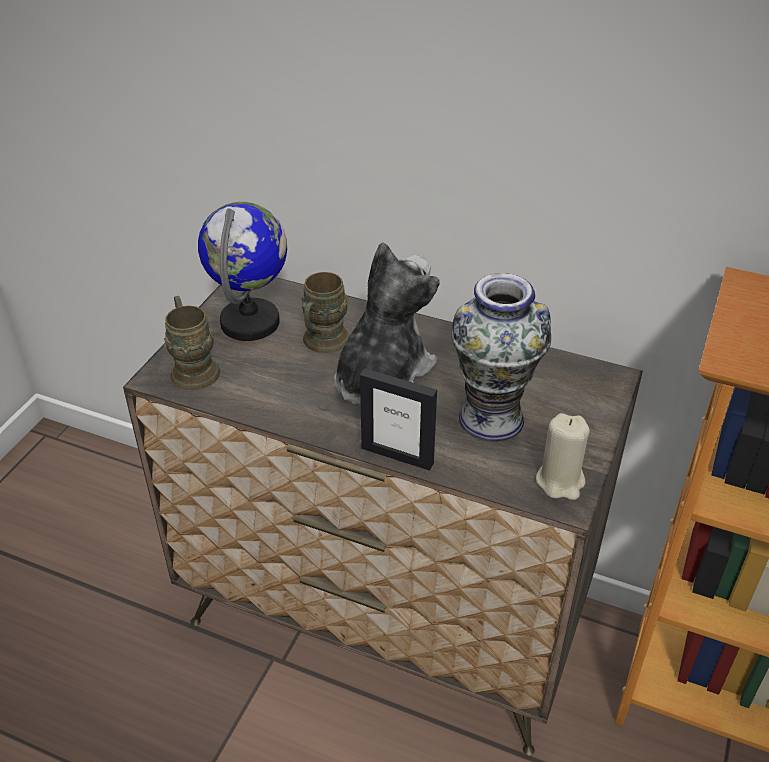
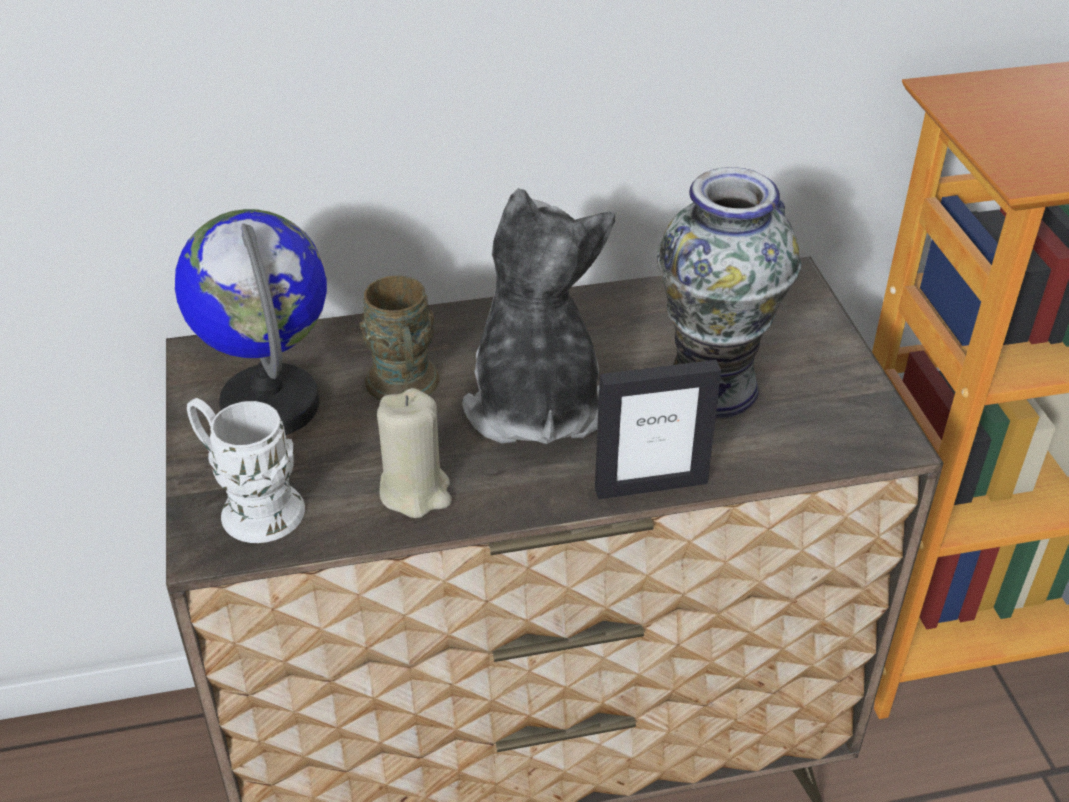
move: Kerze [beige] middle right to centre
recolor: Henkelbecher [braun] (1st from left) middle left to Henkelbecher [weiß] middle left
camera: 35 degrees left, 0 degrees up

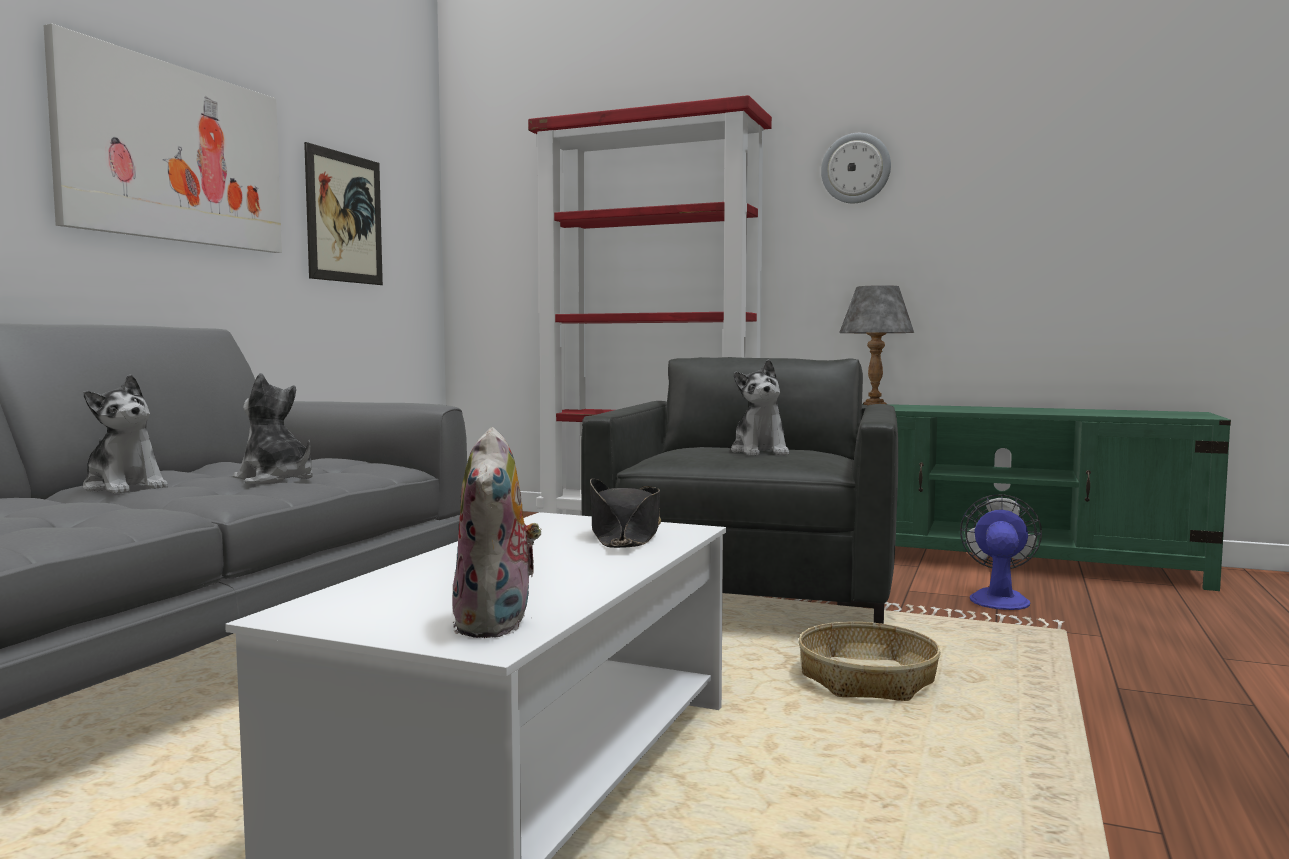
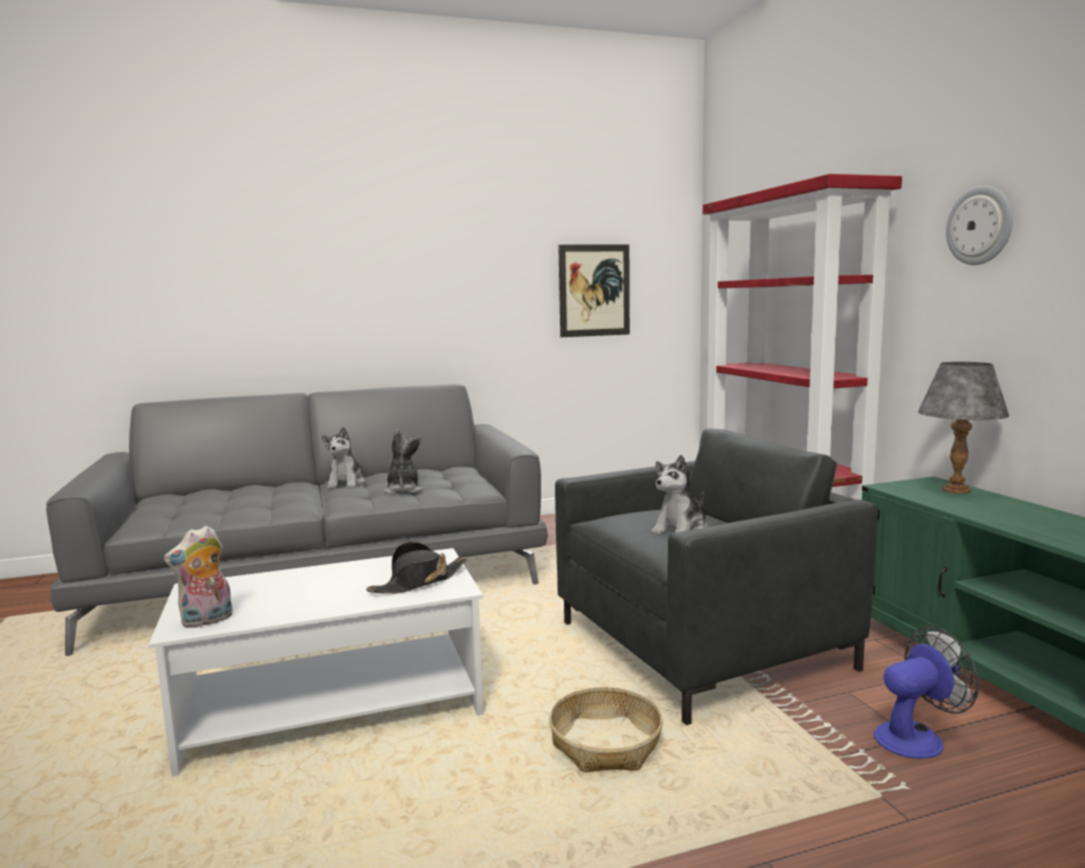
delete: Bild (1st from left) top left
camera: 50 degrees right, 5 degrees up

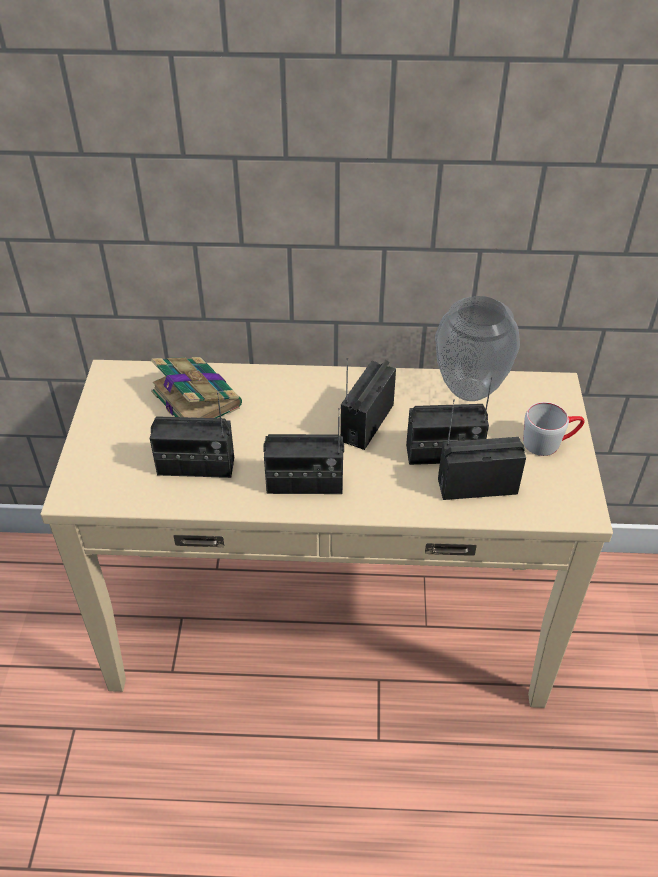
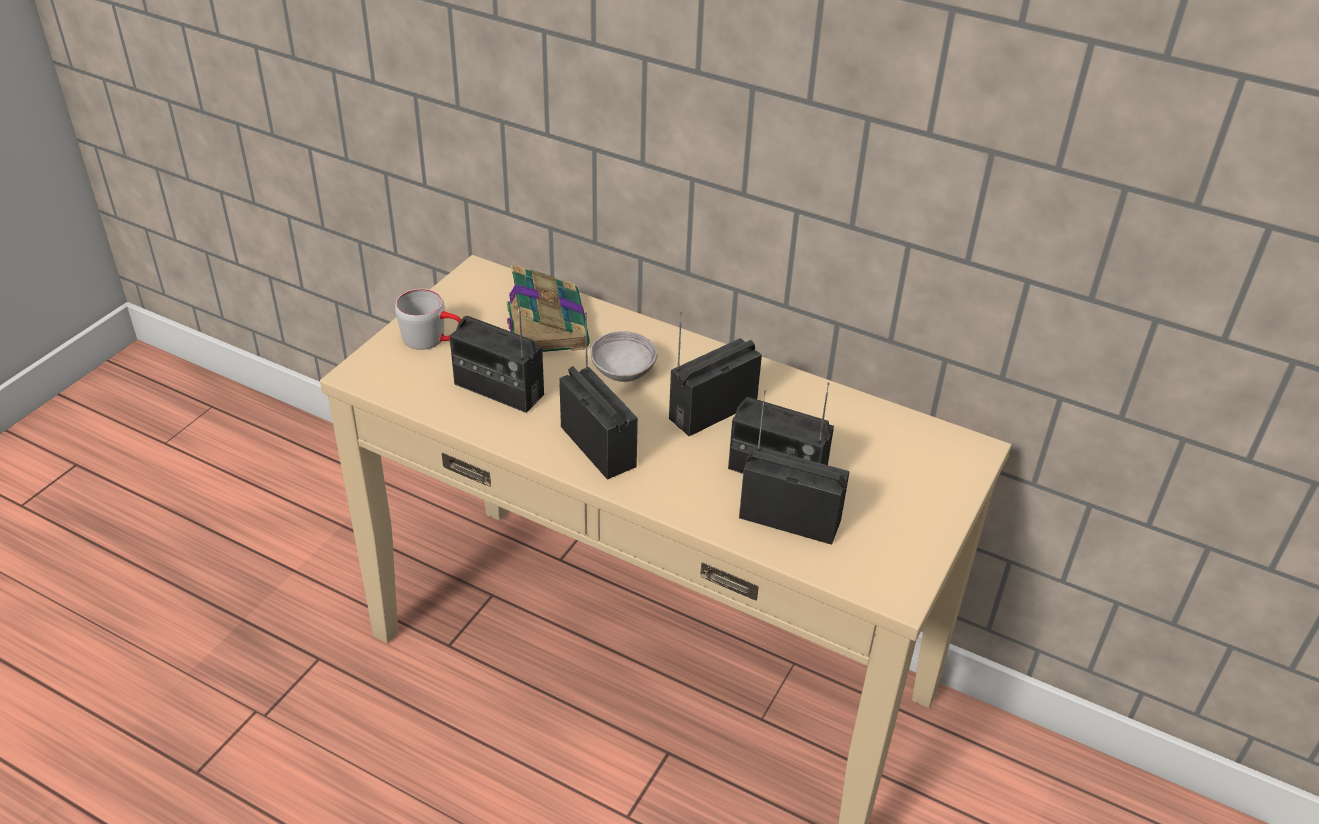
delete: Vase middle right
insert: Schüssel [grau] centre
move: Henkelbecher [grau] middle right to middle left
rotate: Radio (2nd from left) centre = centre 150 degrees counterclockwise
camera: 25 degrees right, 5 degrees down

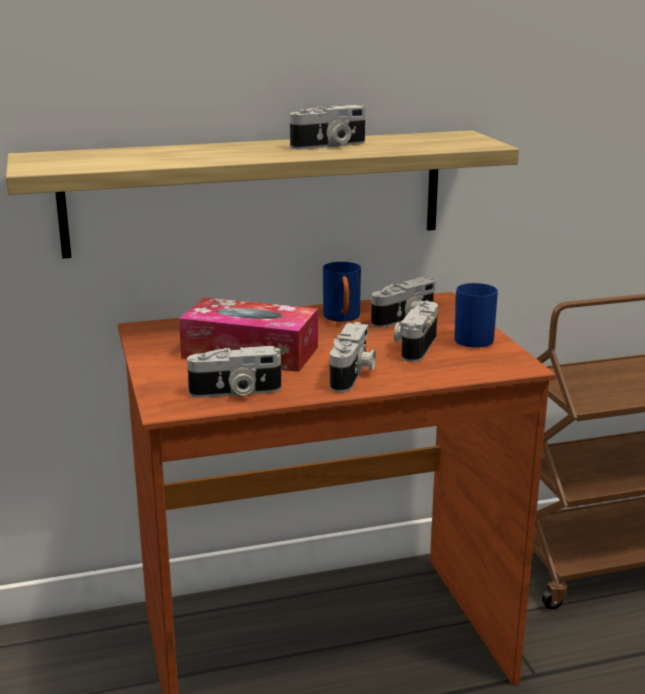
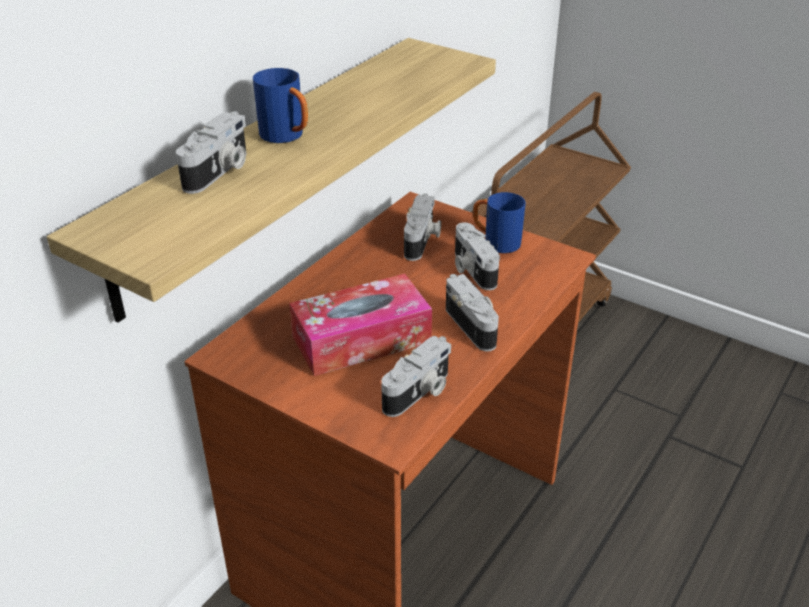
move: Kamera (2nd from left in the first image) top centre to Kamera (1st from left) top left; Henkelbecher [blau] (1st from left) centre to top centre
camera: 40 degrees left, 15 degrees up

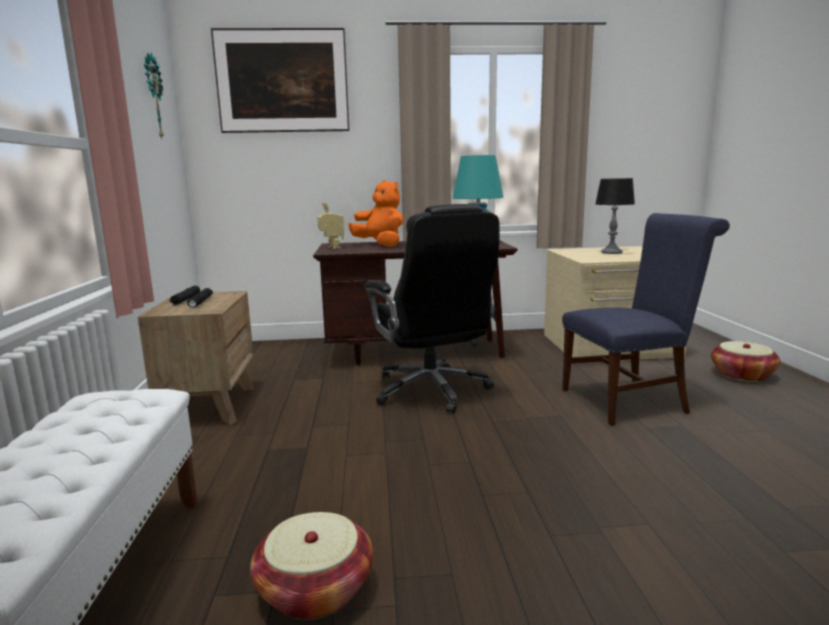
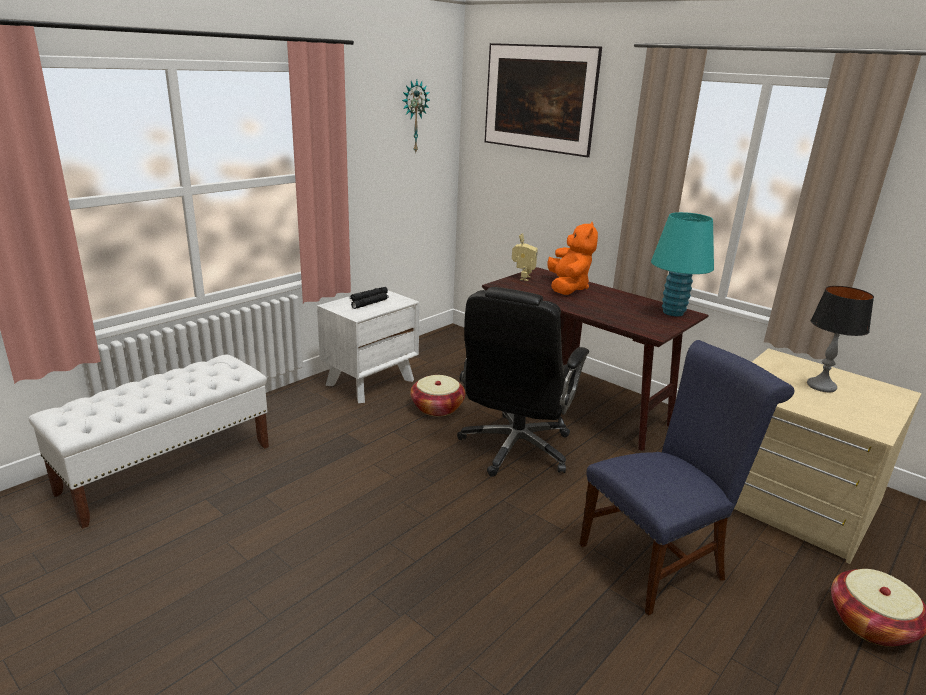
move: Korb (1st from left) bottom centre to centre
recolor: Nachttisch [braun] middle left to Nachttisch [weiß] centre
rotate: Stuhl [blau] middle right = bottom right 60 degrees counterclockwise
camera: 45 degrees right, 10 degrees up

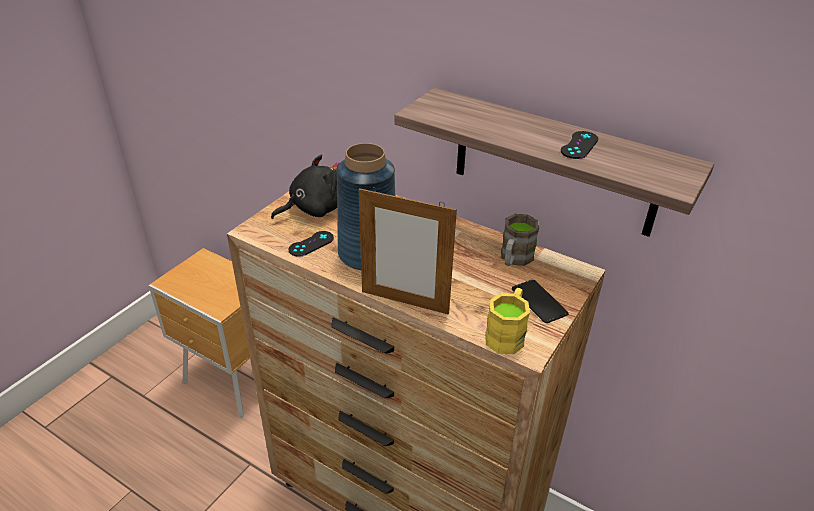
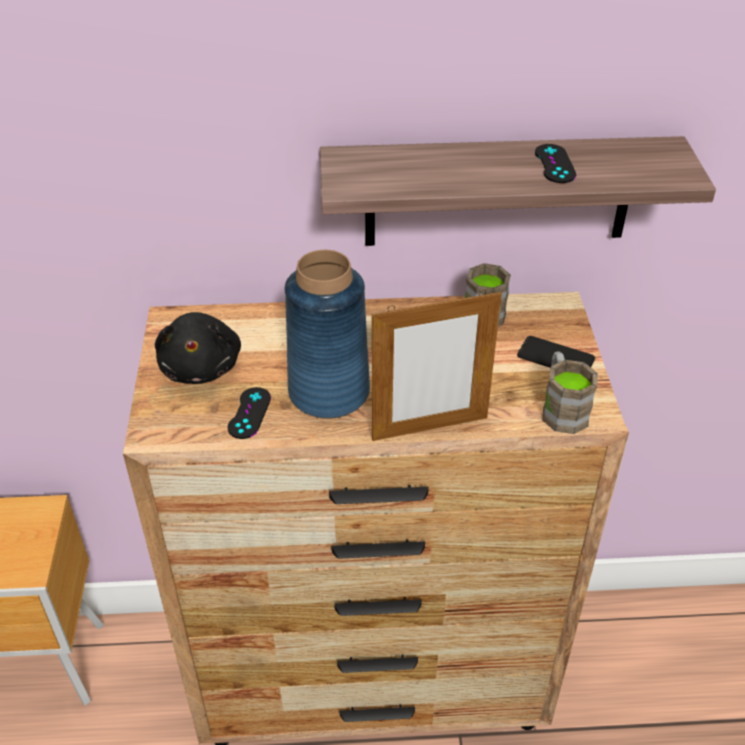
recolor: Henkelbecher [gelb] centre to Henkelbecher [braun] (2nd from left) middle right
rotate: Plüschtier [schwarz] centre = middle left 150 degrees clockwise
camera: 35 degrees left, 5 degrees up

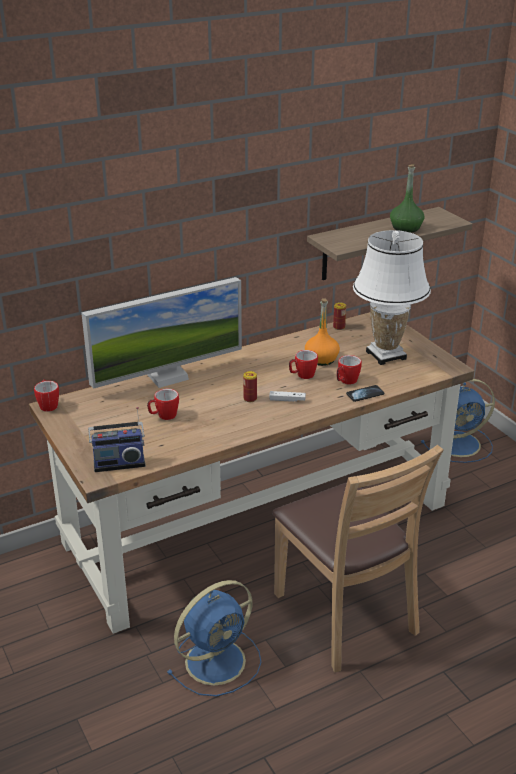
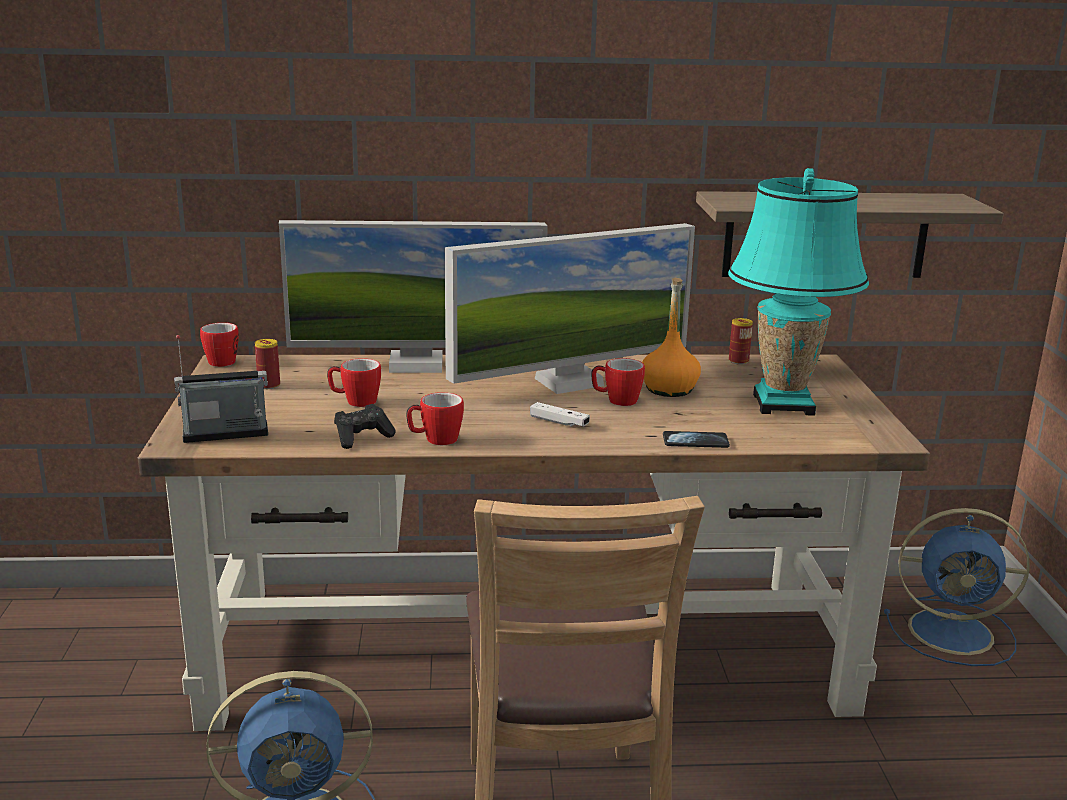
delete: Flasche [grün] top right
insert: Gamepad [schwarz] centre; Monitor (2nd from left) centre
move: Dose (1st from left) centre to middle left; Henkelbecher (4th from left in the first image) middle right to Henkelbecher (3rd from left) centre
recolor: Tischlampe [weiß] middle right to Tischlampe [türkis] middle right
rotate: Radio middle left = middle left 150 degrees clockwise
camera: 25 degrees right, 10 degrees down

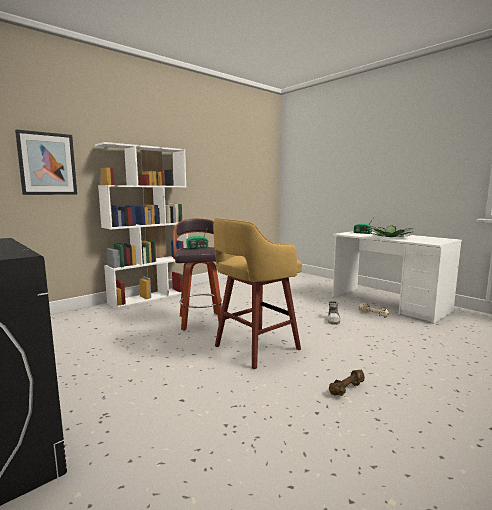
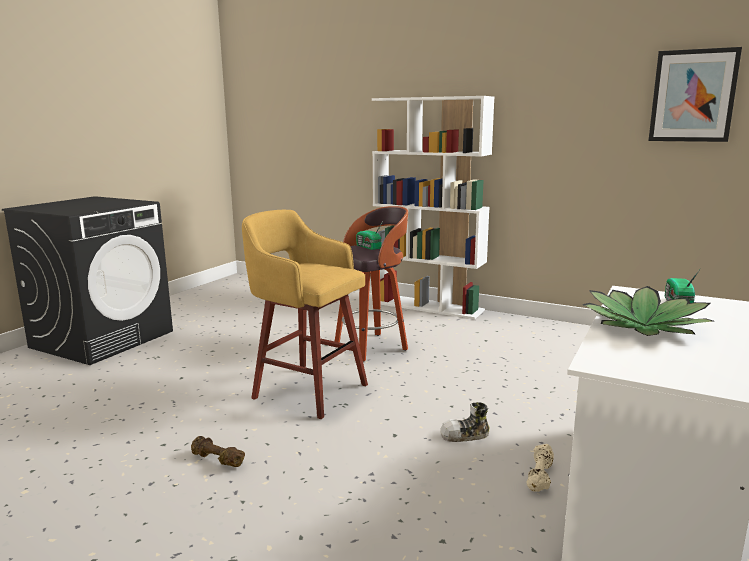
move: Bild top left to top right
camera: 70 degrees right, 5 degrees up

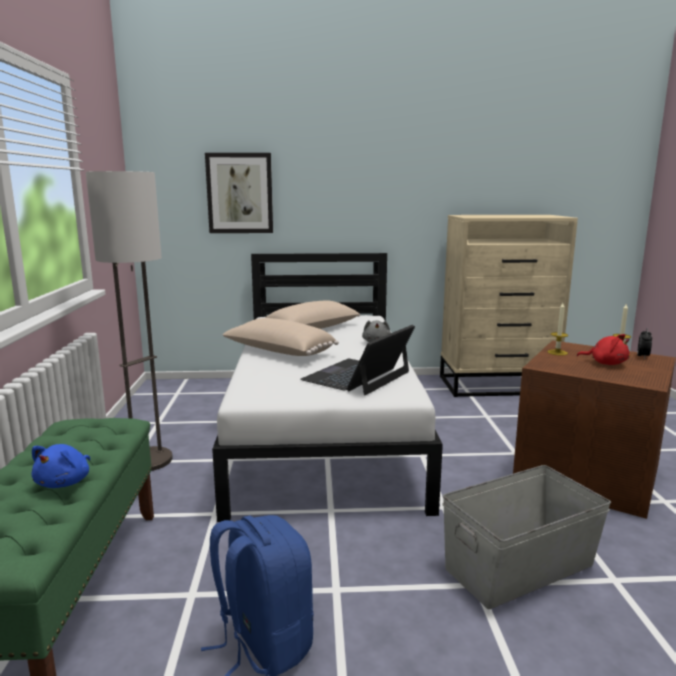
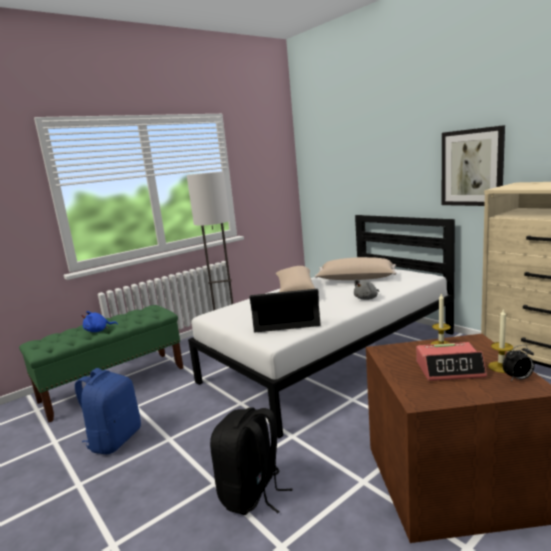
move: Bild top centre to top right
replace: Aufbewahrungsbox [grau] bottom right to Rucksack [schwarz] bottom centre; Plüschtier [rot] middle right to Wecker (1st from left) middle right
camera: 55 degrees right, 0 degrees up

